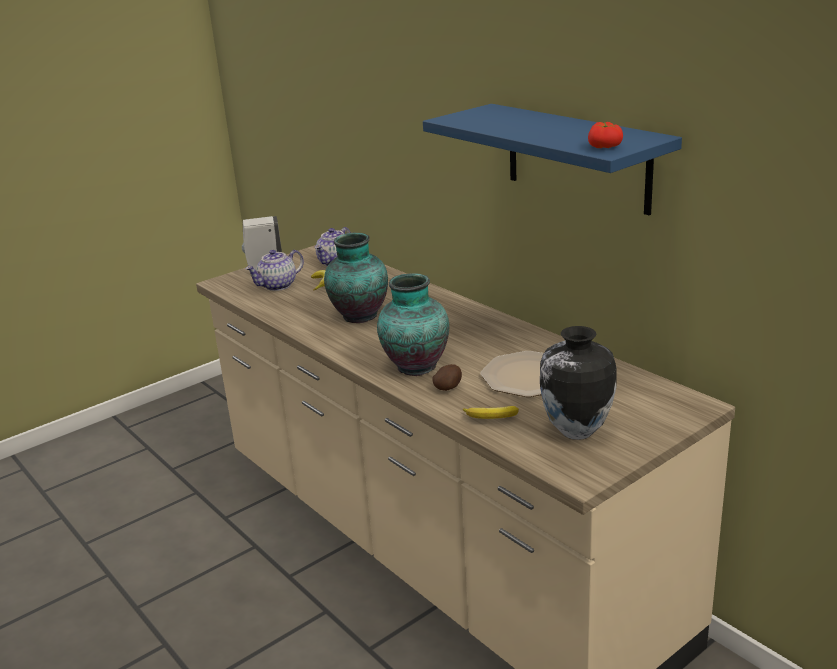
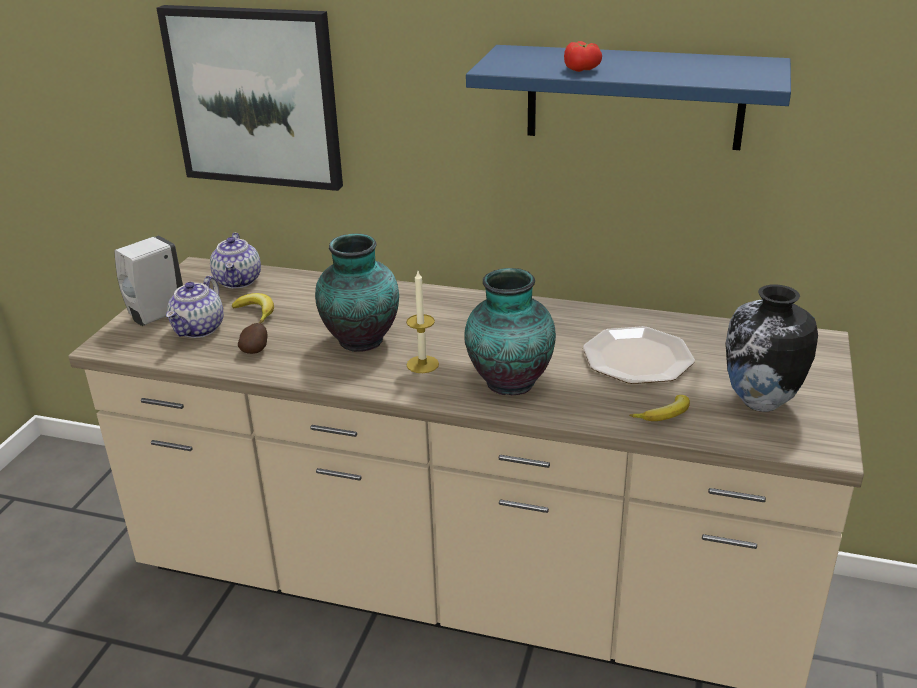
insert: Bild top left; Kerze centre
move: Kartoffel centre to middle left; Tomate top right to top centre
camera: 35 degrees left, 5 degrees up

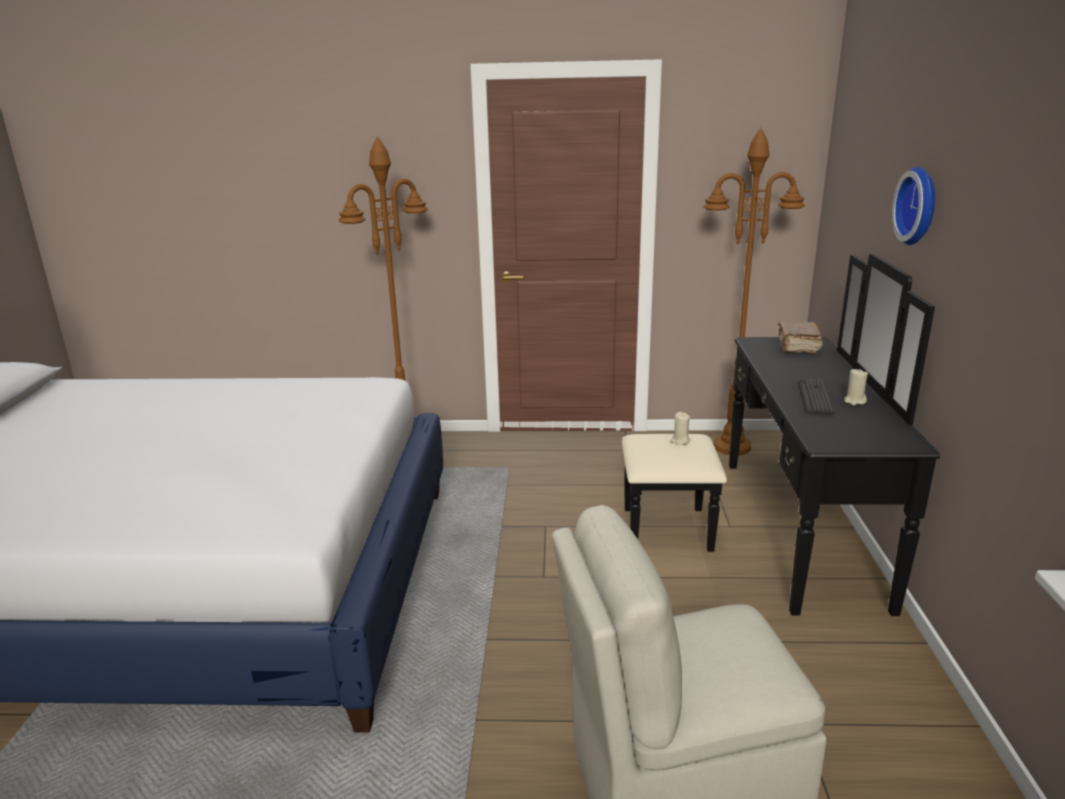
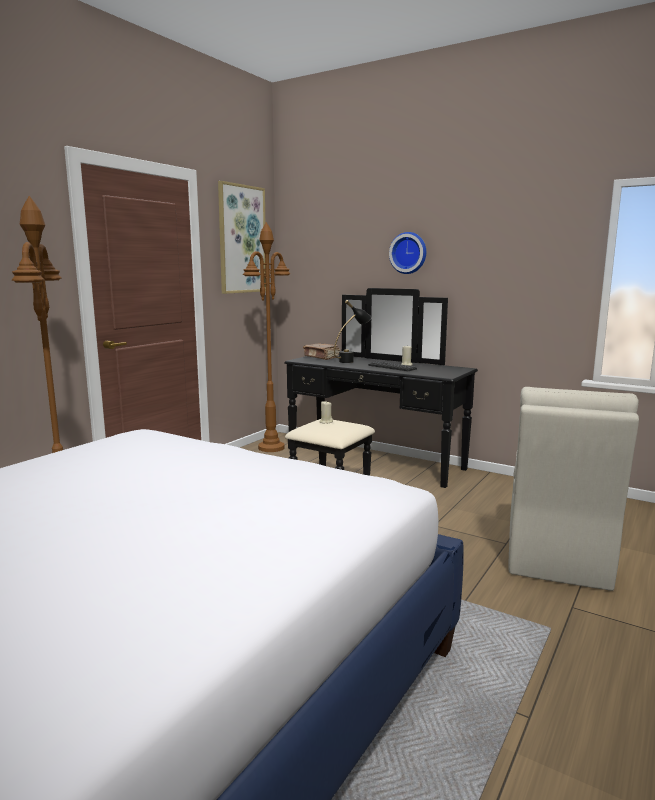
insert: Bild top centre; Tischlampe [schwarz] centre
camera: 60 degrees left, 10 degrees down

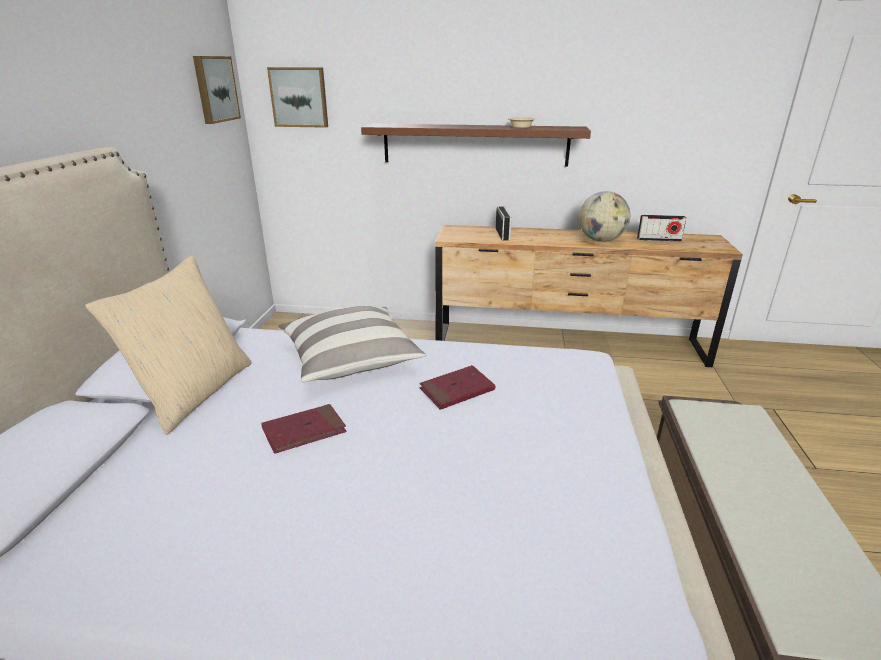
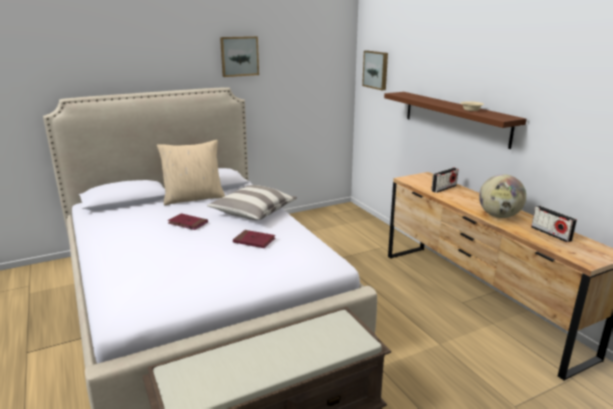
move: Bild (1st from left) top left to top centre
camera: 55 degrees right, 5 degrees down

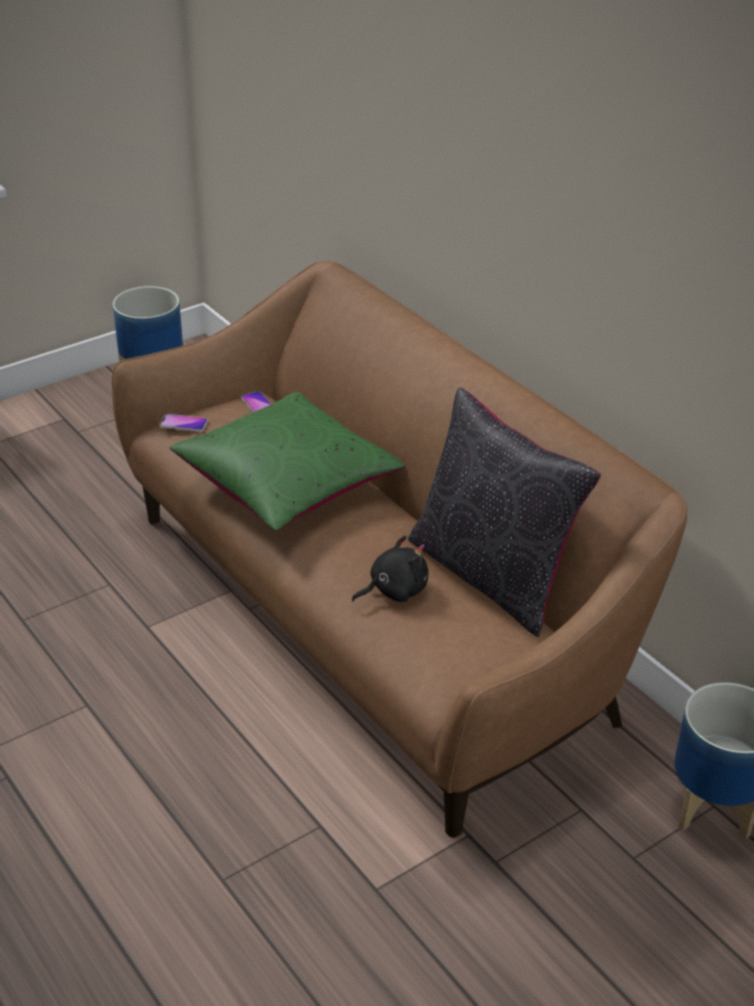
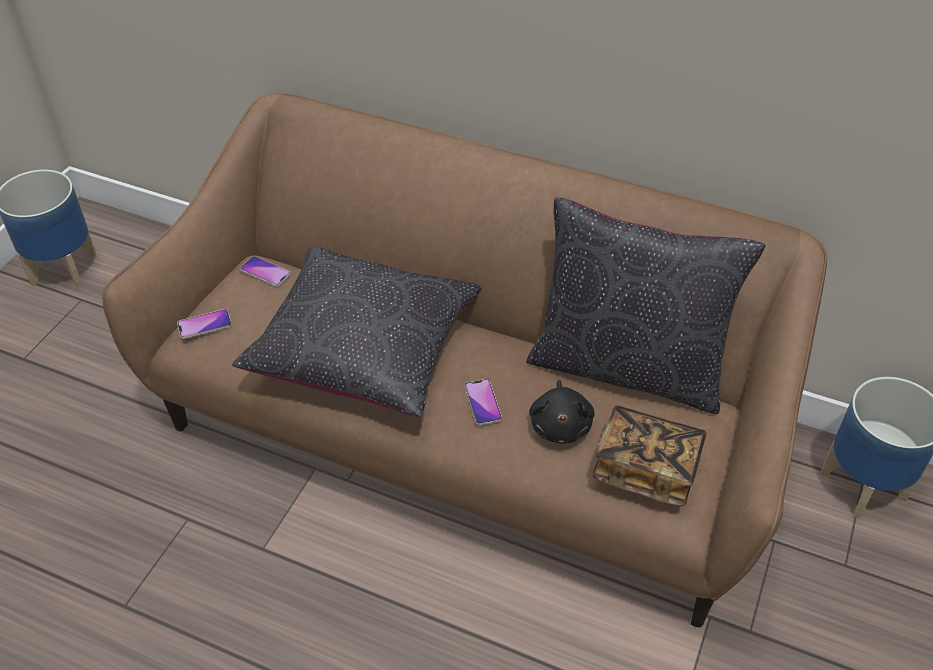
insert: Handy (3rd from left) centre; Buch bottom right
recolor: Kissen [grün] centre to Kissen [schwarz] (1st from left) centre
rotate: Plüschtier [schwarz] centre = centre 150 degrees clockwise
camera: 30 degrees left, 10 degrees up

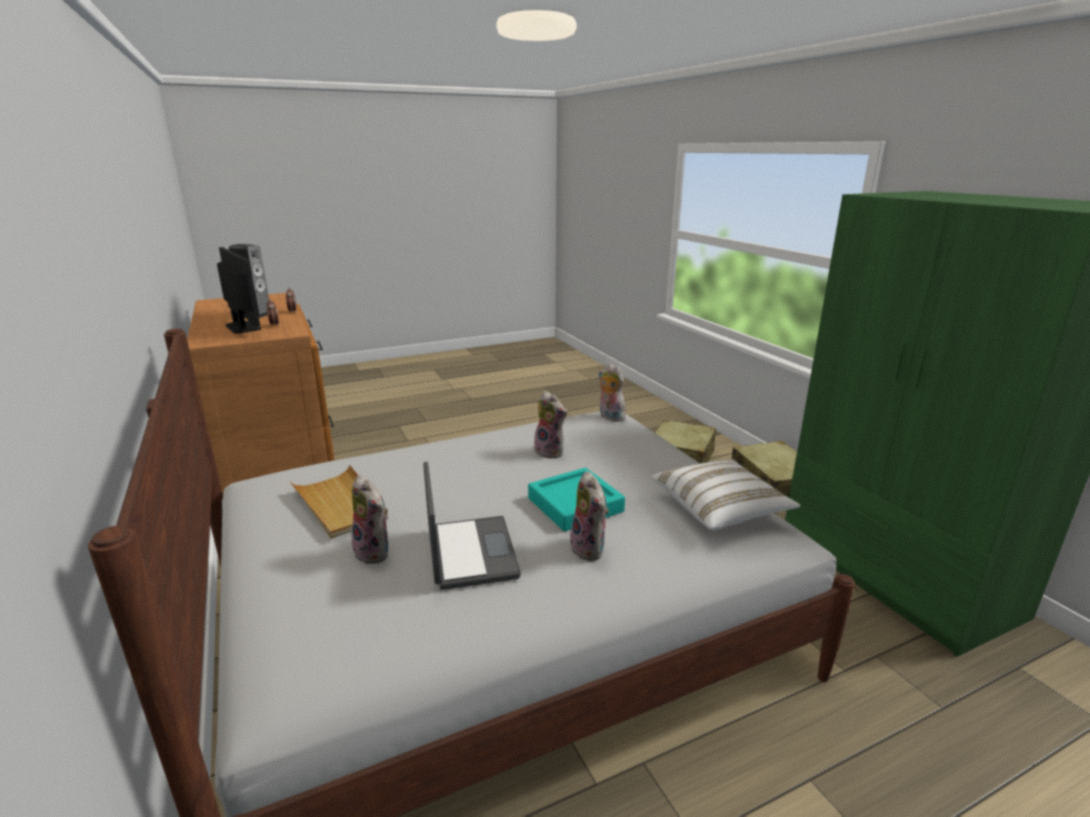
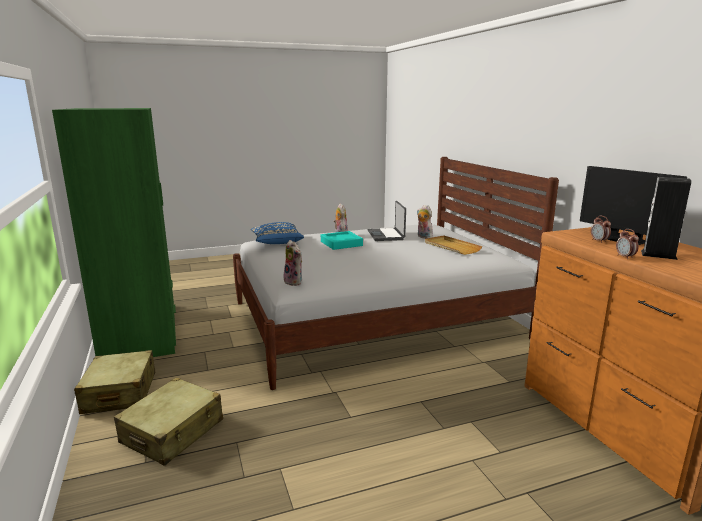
delete: Plüschtier (2nd from left) centre
recolor: Kissen [weiß] centre to Kissen [blau] centre
camera: 175 degrees left, 5 degrees down

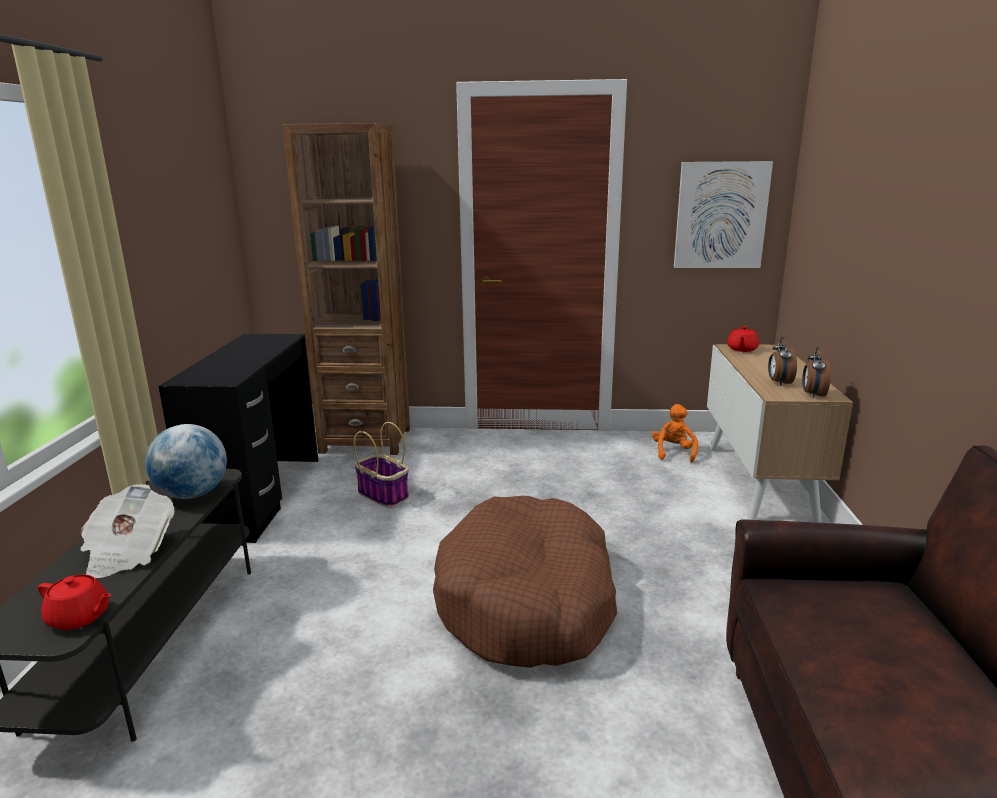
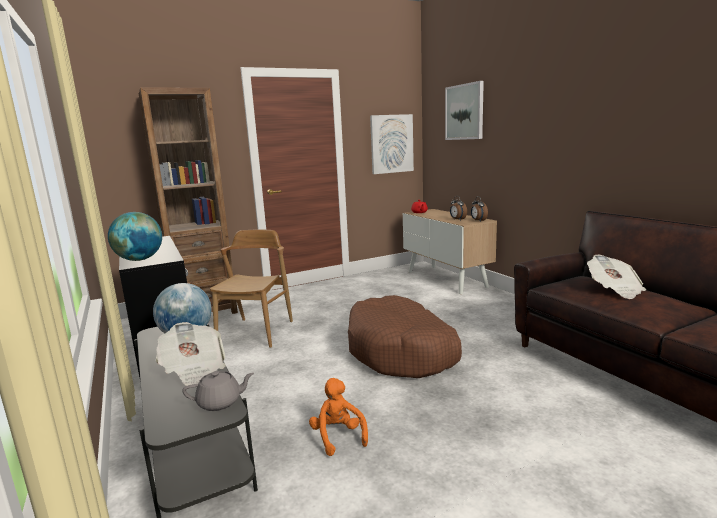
insert: Globus (1st from left) middle left; Bild (2nd from left) top centre; Zeitung (2nd from left) middle right
move: Plüschtier [orange] middle right to bottom centre
replace: Korb centre to Stuhl [braun] centre
recolor: Teekanne [rot] (1st from left) bottom left to Teekanne [grau] bottom left
camera: 30 degrees left, 5 degrees down

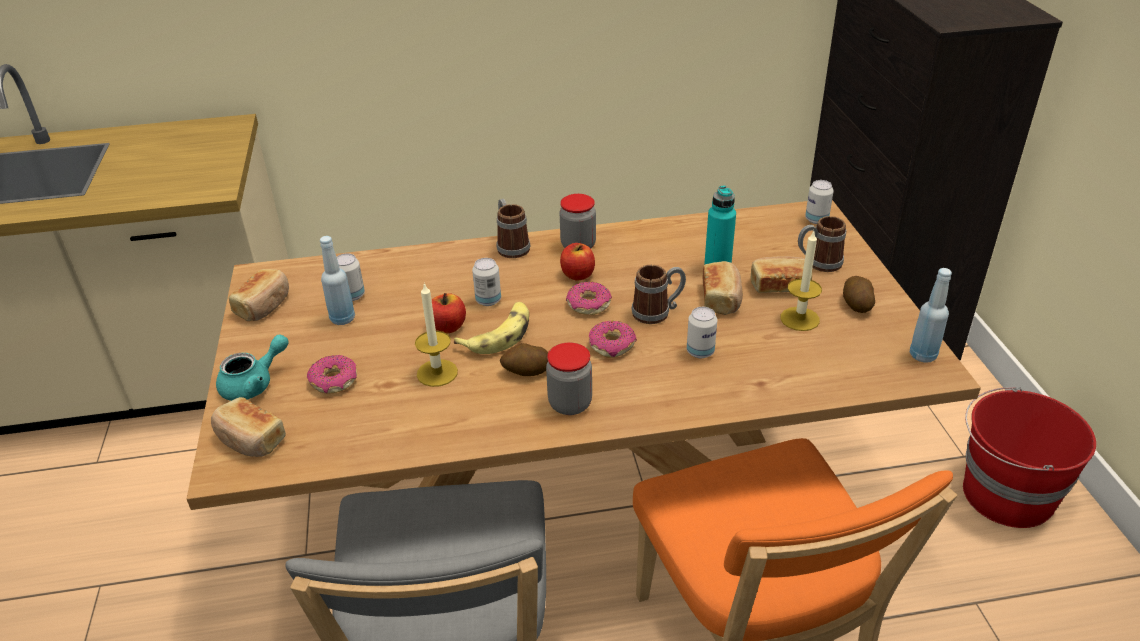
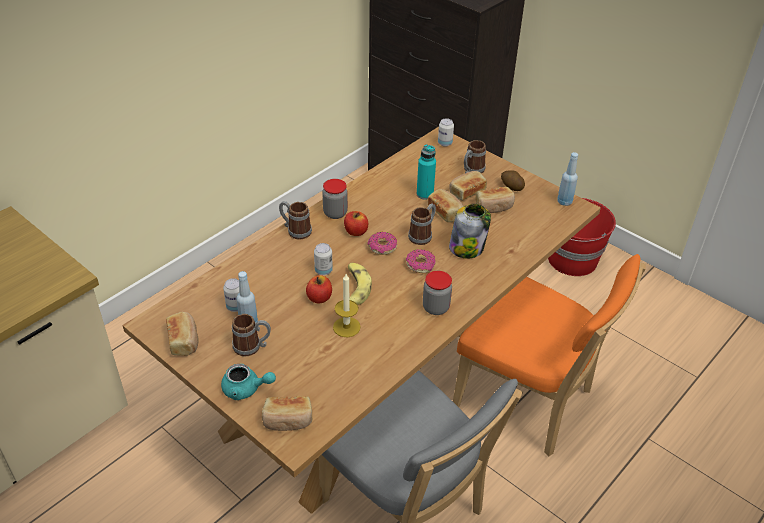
delete: Donut (1st from left) middle left; Kartoffel (1st from left) centre
insert: Henkelbecher (1st from left) middle left
replace: Dose (3rd from left) centre to Vorratsglas (3rd from left) centre; Kerze (2nd from left) middle right to Brot (5th from left) centre
rotate: Teekanne [türkis] middle left = bottom left 90 degrees clockwise
camera: 40 degrees left, 5 degrees up

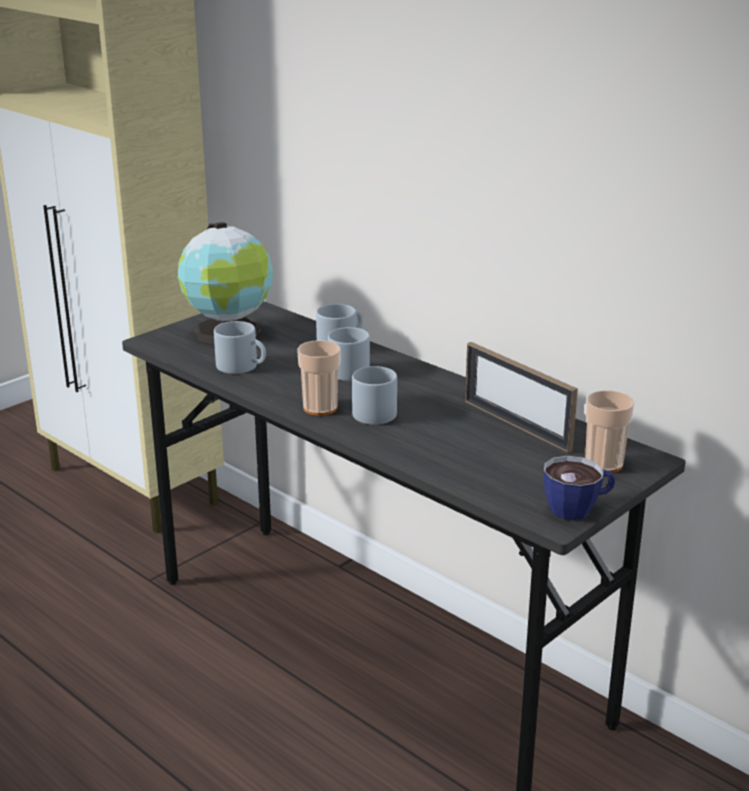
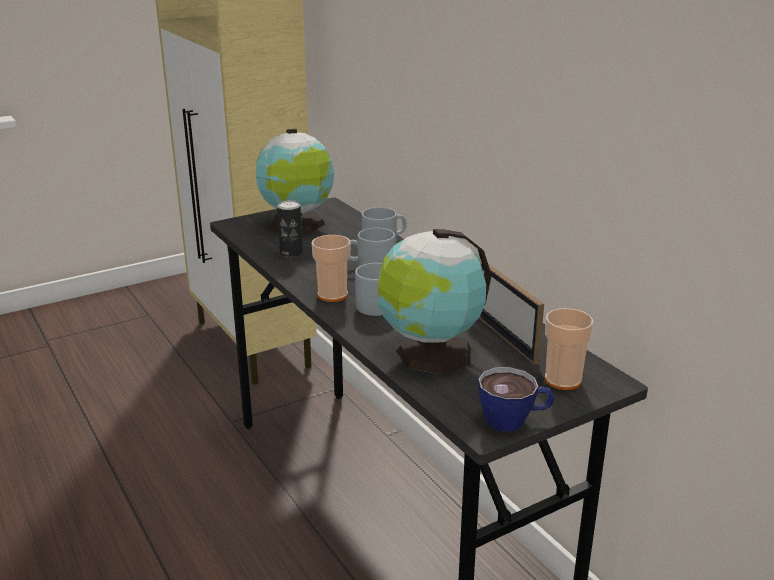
insert: Globus (2nd from left) centre
replace: Henkelbecher [grau] (1st from left) middle left to Dose centre
camera: 15 degrees right, 0 degrees up

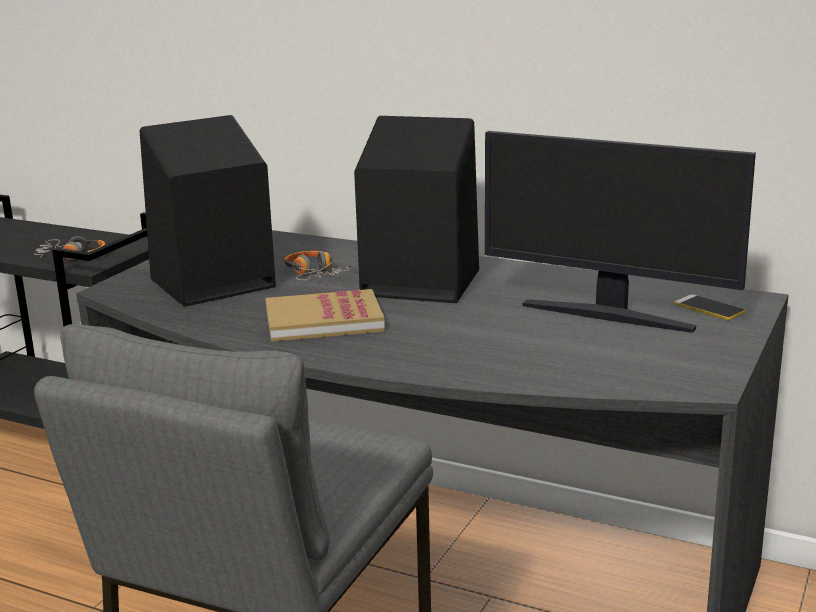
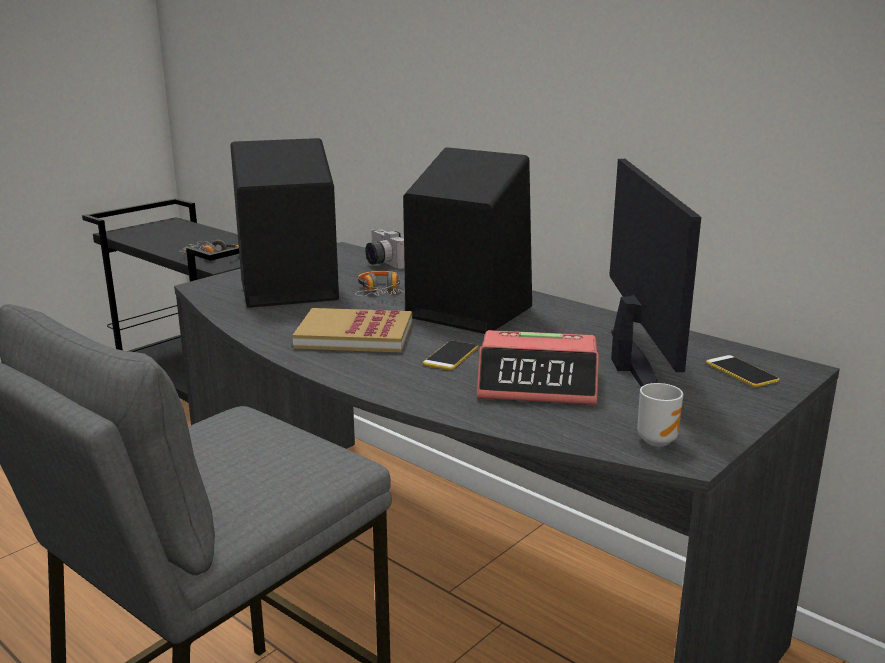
insert: Kamera centre; Handy (1st from left) centre; Wecker centre; Henkelbecher middle right
rotate: Monitor middle right = middle right 135 degrees counterclockwise
camera: 15 degrees right, 0 degrees up

